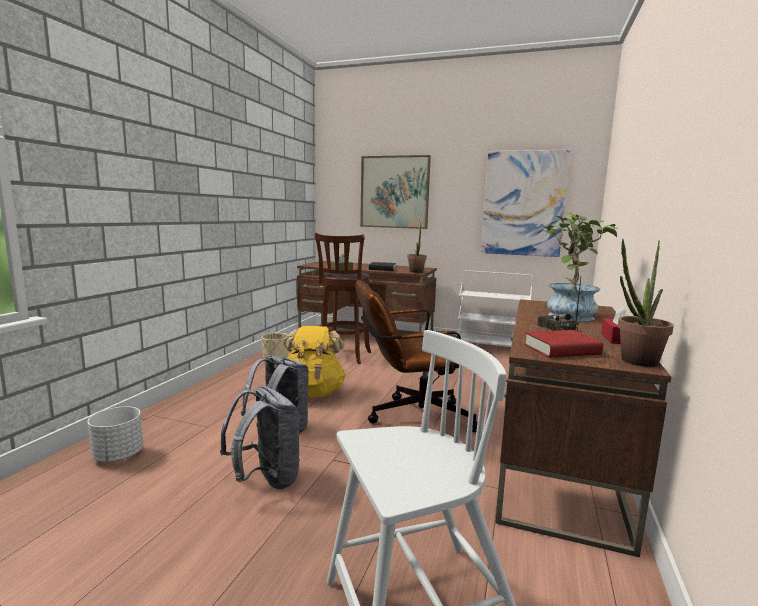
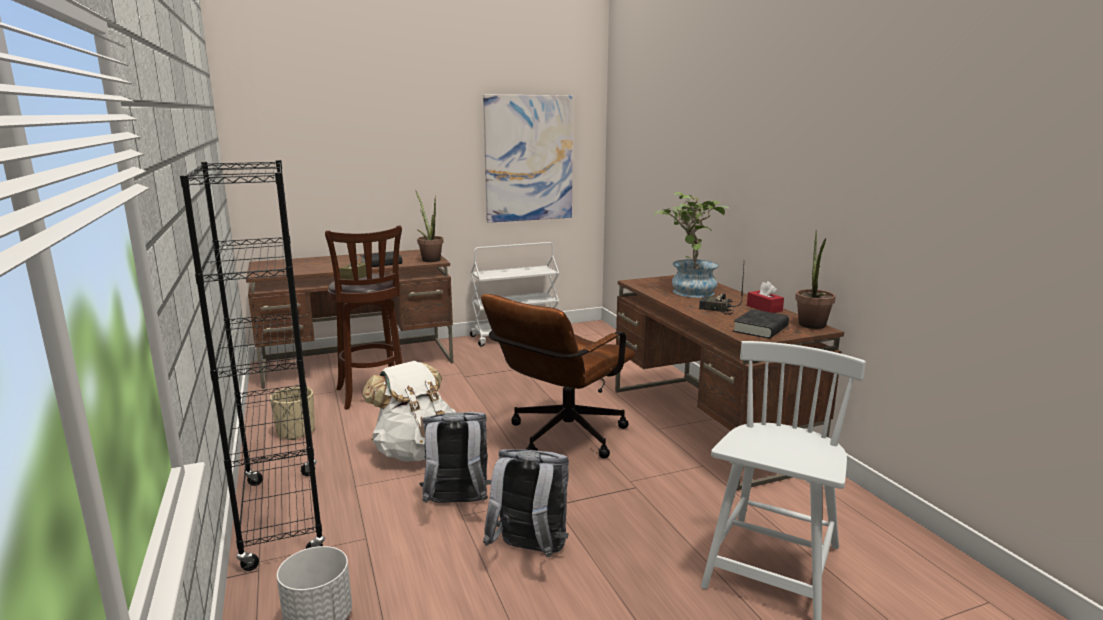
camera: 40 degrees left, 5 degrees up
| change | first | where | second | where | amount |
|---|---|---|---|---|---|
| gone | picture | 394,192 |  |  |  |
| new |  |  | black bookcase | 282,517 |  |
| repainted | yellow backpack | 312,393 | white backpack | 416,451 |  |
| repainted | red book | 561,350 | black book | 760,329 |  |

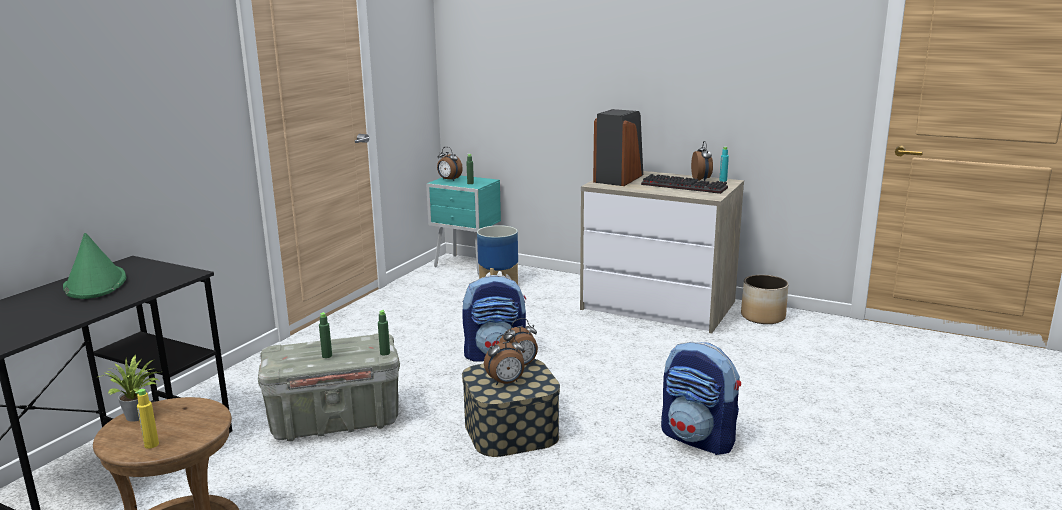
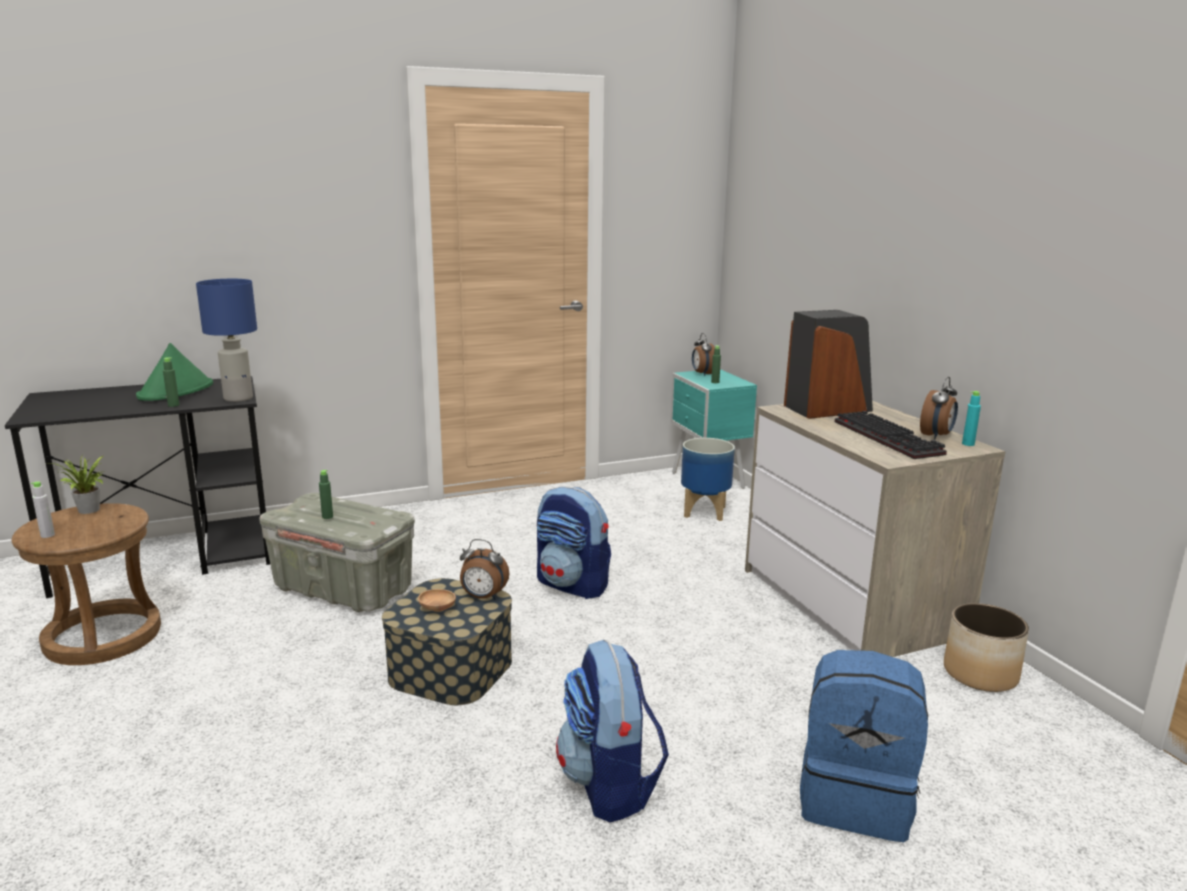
camera: 40 degrees right, 0 degrees up
| change | first | where | second | where | amount |
|---|---|---|---|---|---|
| new |  |  | blue table lamp | 239,398 |  |
| new |  |  | blue backpack | 856,798 |  |
| shifted | green bottle | 385,353 |  | 173,405 |  |
| swapped | alarm clock | 506,383 | brown bowl | 437,609 |  |
| repainted | yellow bottle | 151,445 | grey bottle | 47,535 |  |

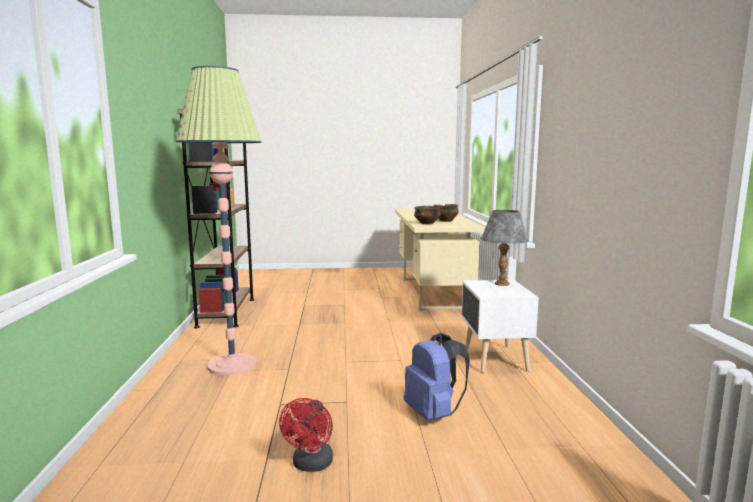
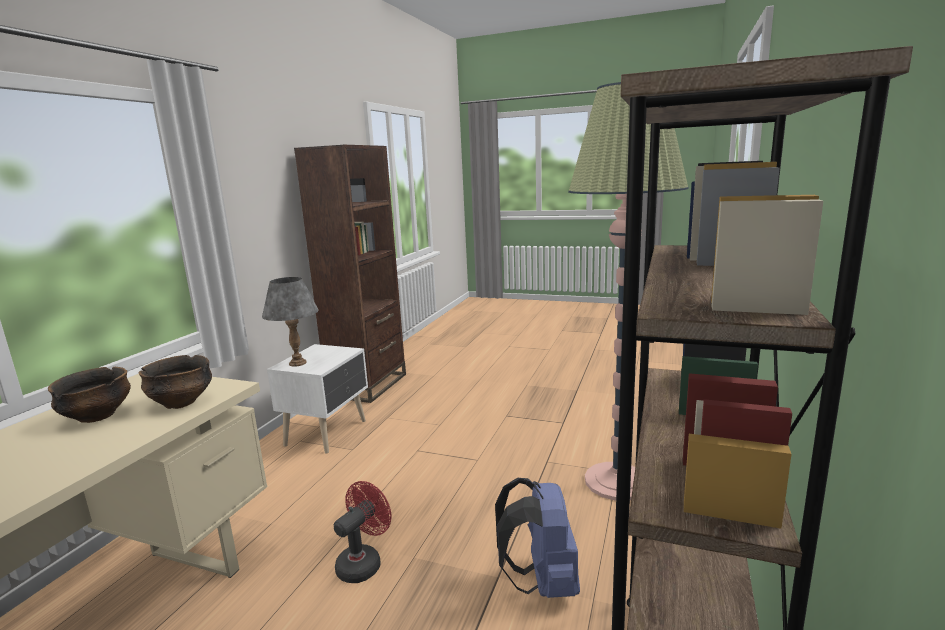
camera: 155 degrees left, 5 degrees up
| change | first | where | second | where | amount |
|---|---|---|---|---|---|
| new |  |  | brown bookcase | 368,385 |  |
| shifted | red fan | 311,465 |  | 363,562 |  |
| shifted | blue backpack | 434,414 |  | 542,582 |  |

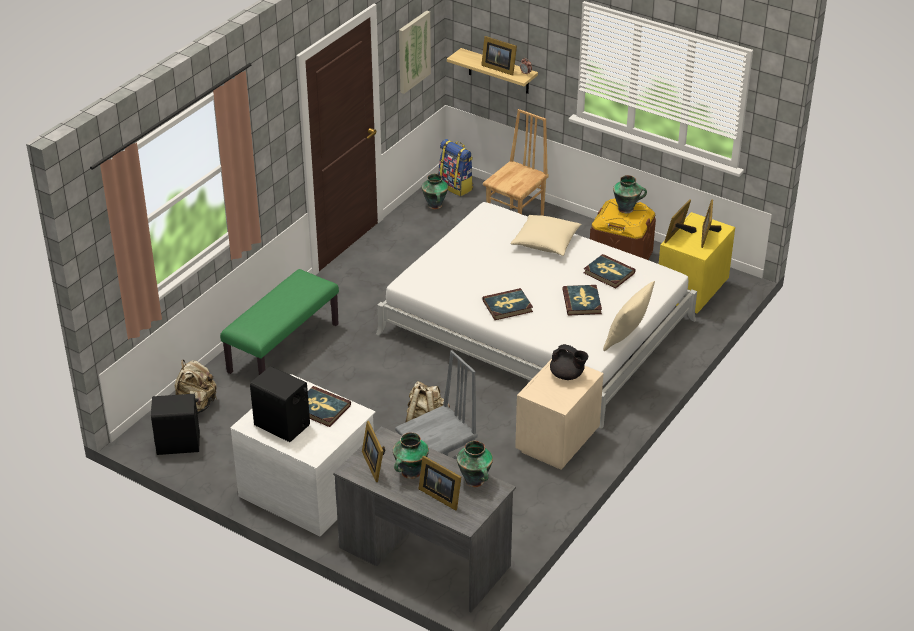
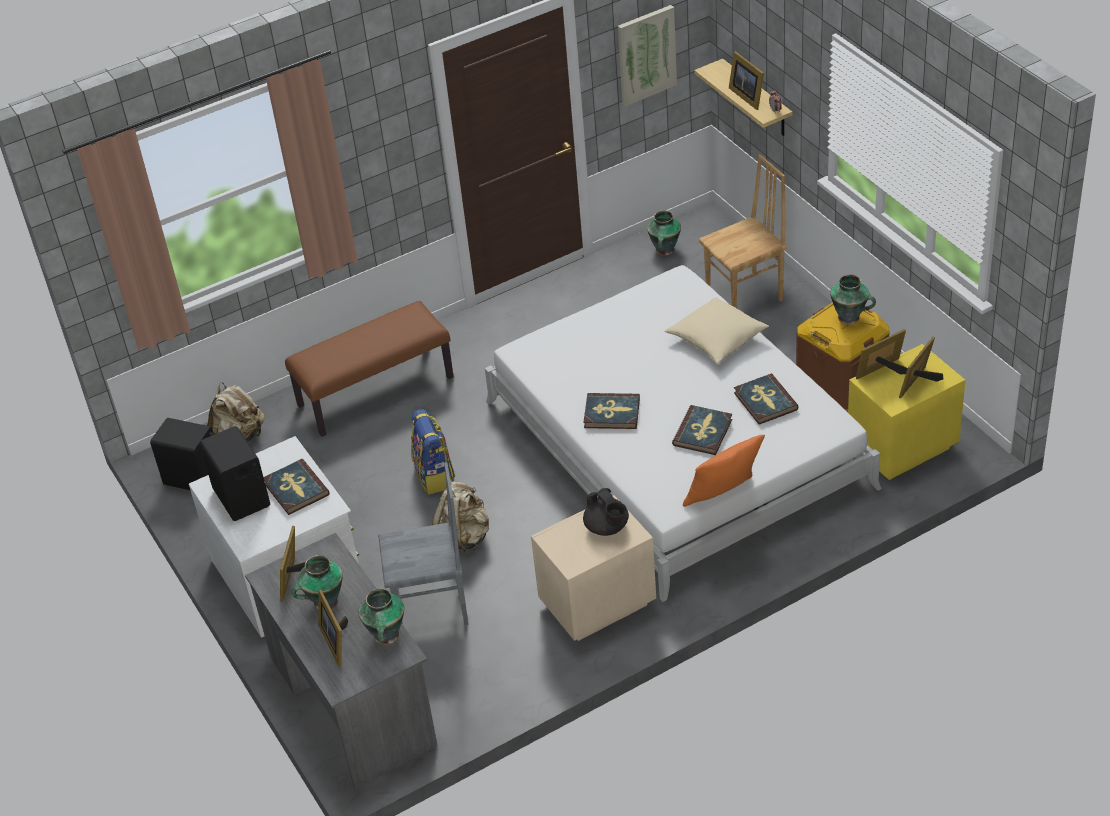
camera: 30 degrees right, 5 degrees up
| change | first | where | second | where | amount |
|---|---|---|---|---|---|
| shifted | backpack | 456,186 |  | 435,476 |  |
| repainted | green bench | 283,348 | brown bench | 375,391 |  |
| repainted | beige pillow | 627,339 | orange pillow | 724,498 |  |

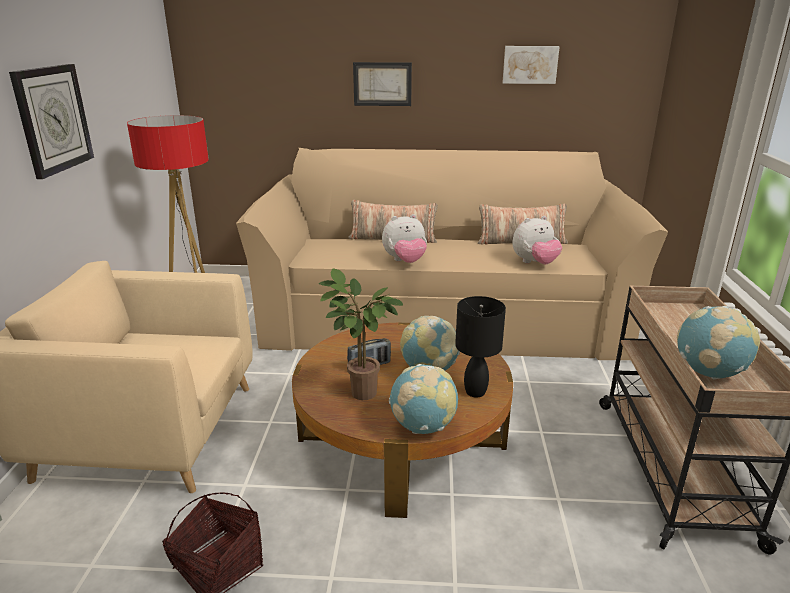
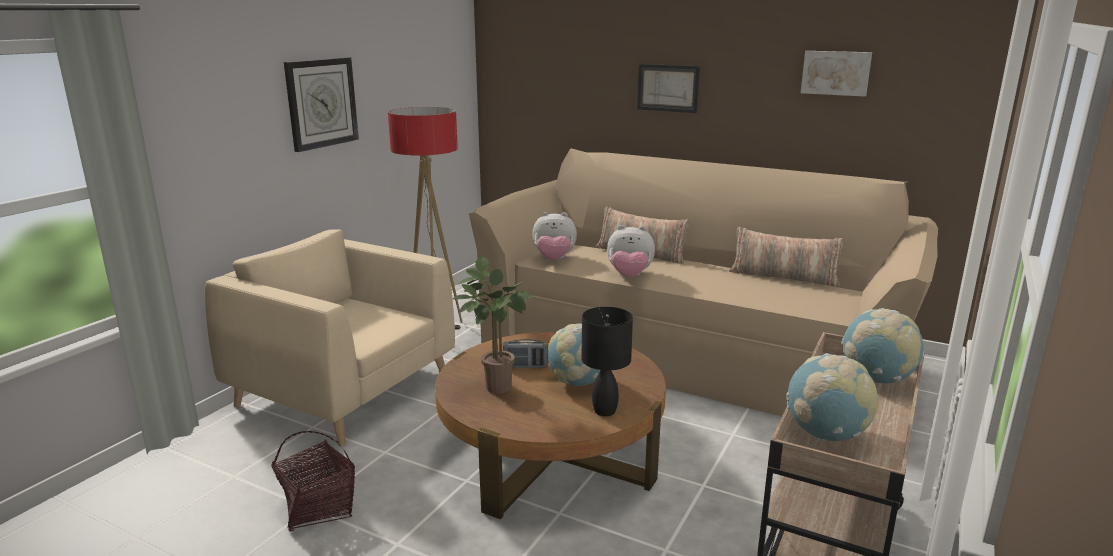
camera: 25 degrees right, 5 degrees down
| change | first | where | second | where | amount |
|---|---|---|---|---|---|
| shifted | globe | 423,427 |  | 876,379 |  |
| shifted | plush toy | 534,263 |  | 554,259 |  |

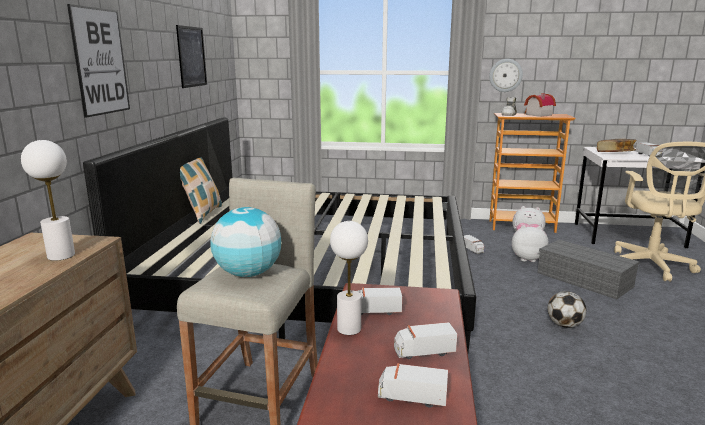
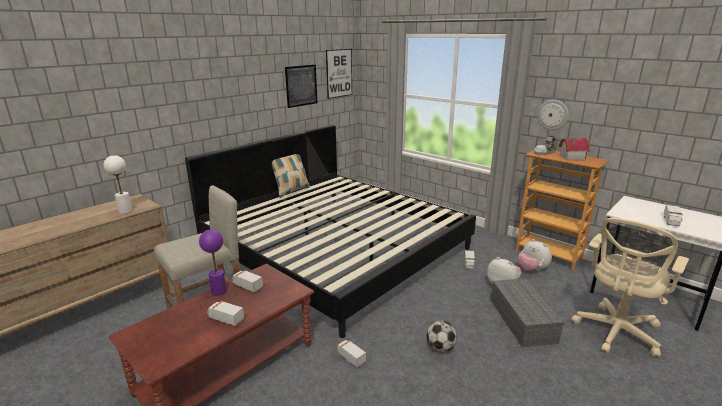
camera: 35 degrees right, 5 degrees up
| change | first | where | second | where | amount |
|---|---|---|---|---|---|
| gone | globe | 248,274 |  |  |  |
| gone | book | 615,153 |  |  |  |
| shifted | picture | 100,61 |  | 339,73 |  |
| shifted | toy truck | 411,397 |  | 350,357 |  |
| repainted | white table lamp | 349,329 | purple table lamp | 218,291 |  |

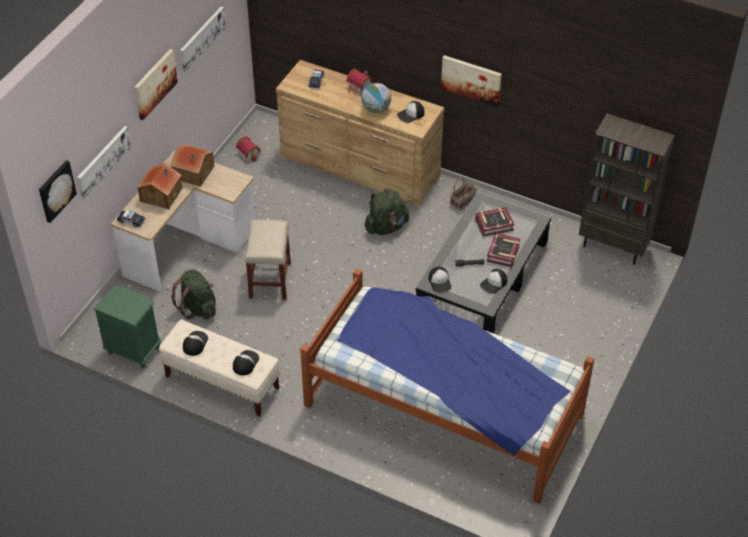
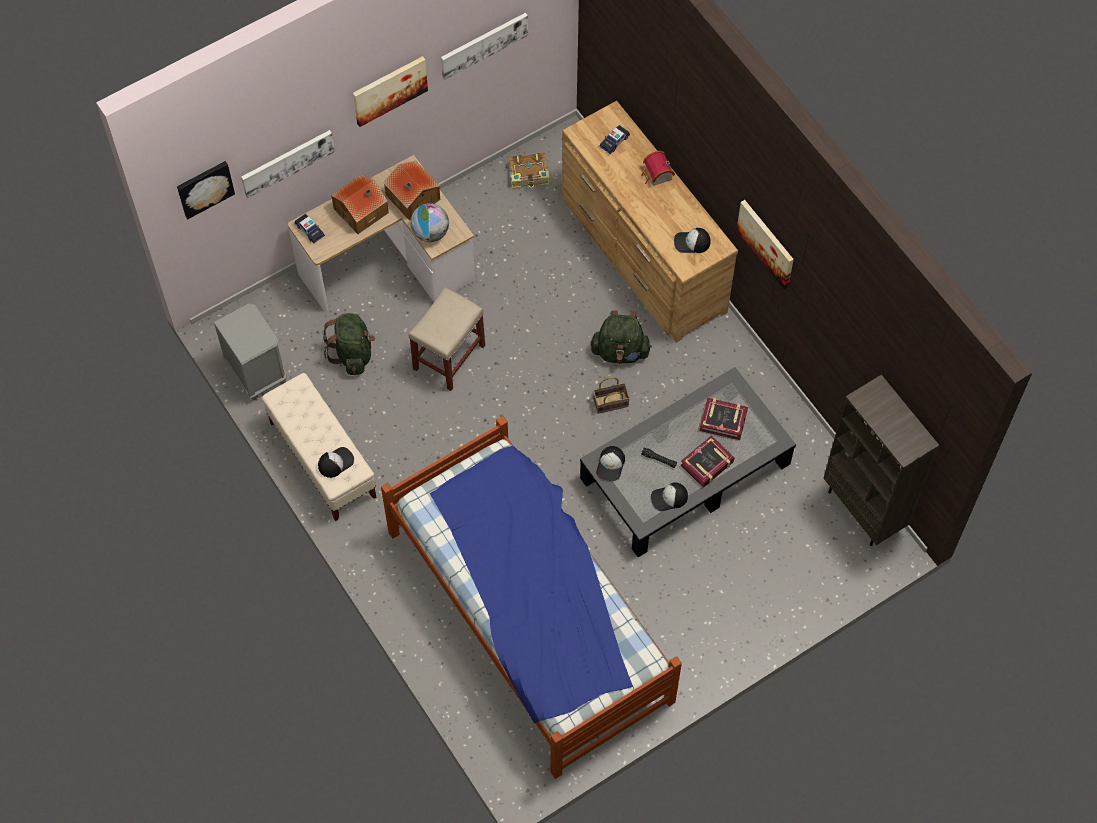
camera: 30 degrees right, 15 degrees up
| change | first | where | second | where | amount |
|---|---|---|---|---|---|
| gone | cap | 195,343 |  |  |  |
| shifted | globe | 376,109 |  | 430,233 |  |
| shifted | basket | 463,201 |  | 611,402 |  |
| swapped | toy house | 249,154 | book | 529,175 |  |
| repainted | green nightstand | 133,350 | grey nightstand | 257,373 |  |

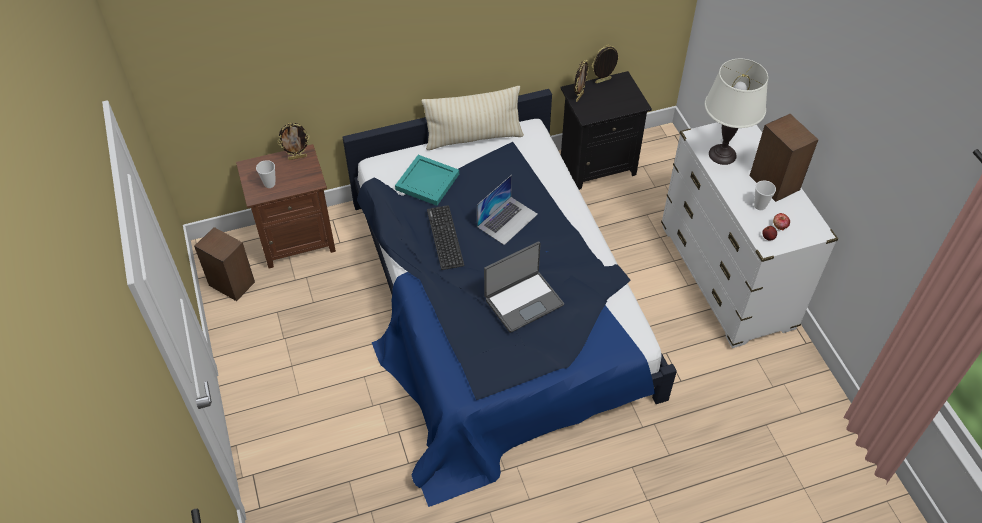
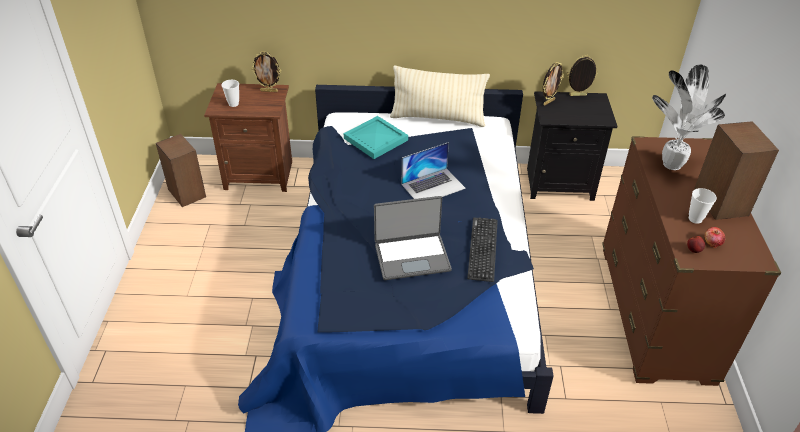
camera: 20 degrees right, 10 degrees down
| change | first | where | second | where | amount |
|---|---|---|---|---|---|
| shifted | keyboard | 445,237 |  | 482,249 |  |
| swapped | white table lamp | 722,154 | potted plant | 670,165 |  |
| repainted | white dresser | 726,277 | brown dresser | 655,313 |  |

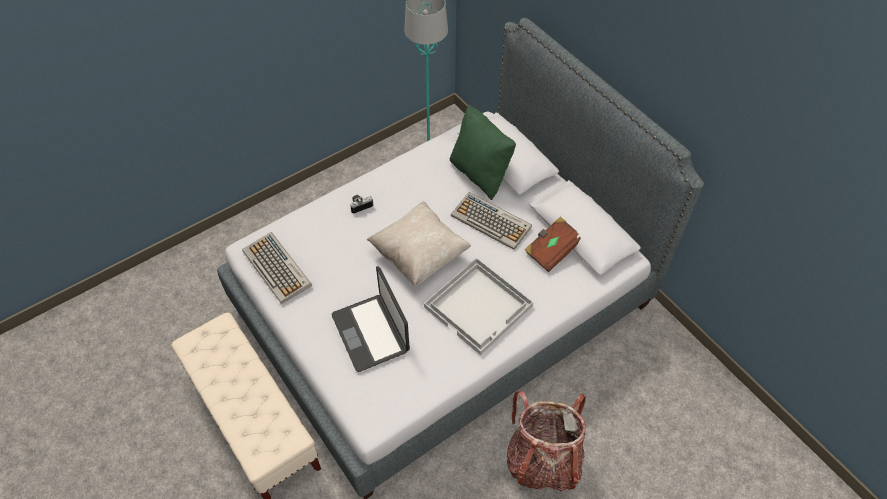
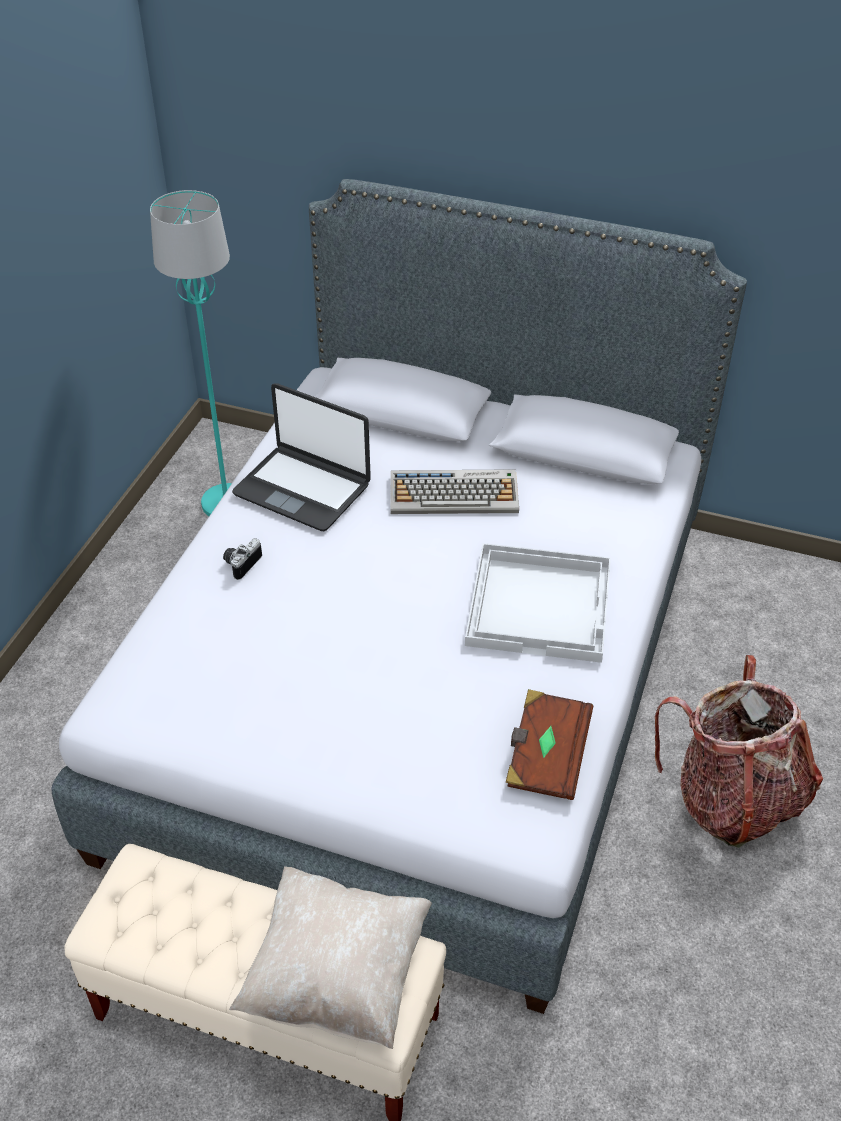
camera: 35 degrees left, 10 degrees down
| change | first | where | second | where | amount |
|---|---|---|---|---|---|
| gone | keyboard | 277,268 |  |  |  |
| gone | green pillow | 480,173 |  |  |  |
| shifted | laptop | 371,332 |  | 303,489 |  |
| shifted | beige pillow | 419,255 |  | 337,976 |  |
| shifted | brown book | 552,250 |  | 546,758 |  |

